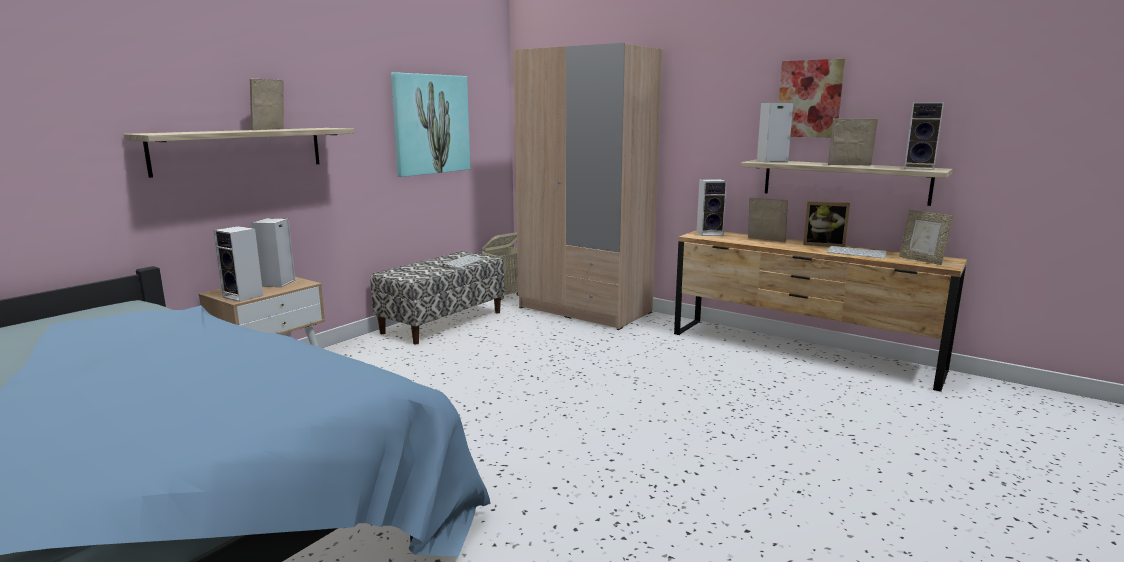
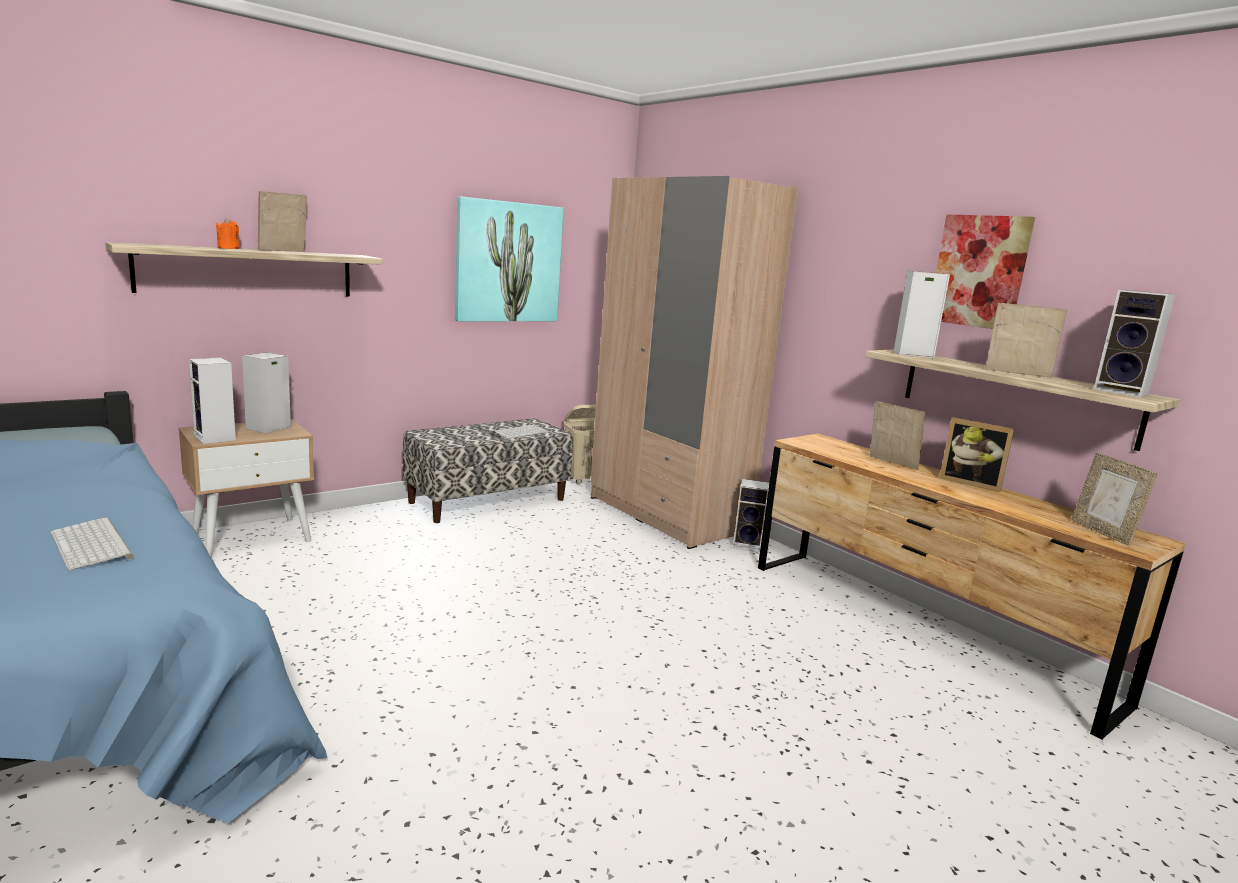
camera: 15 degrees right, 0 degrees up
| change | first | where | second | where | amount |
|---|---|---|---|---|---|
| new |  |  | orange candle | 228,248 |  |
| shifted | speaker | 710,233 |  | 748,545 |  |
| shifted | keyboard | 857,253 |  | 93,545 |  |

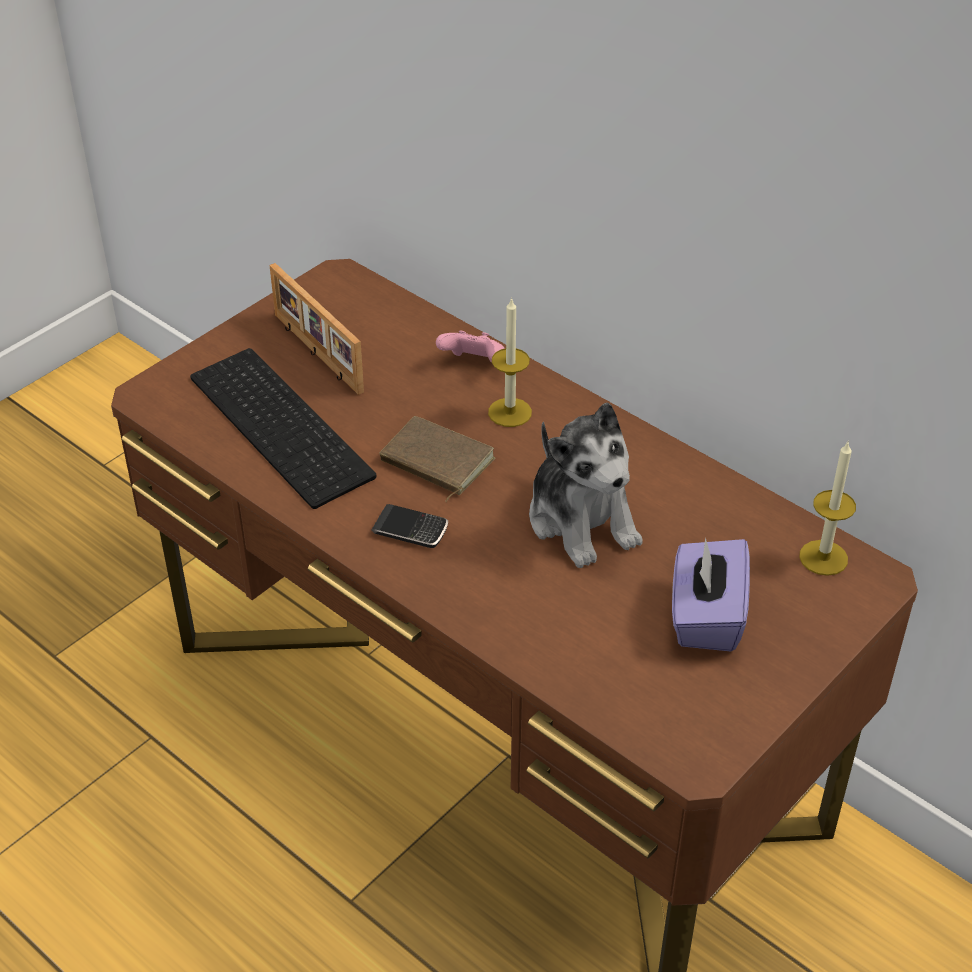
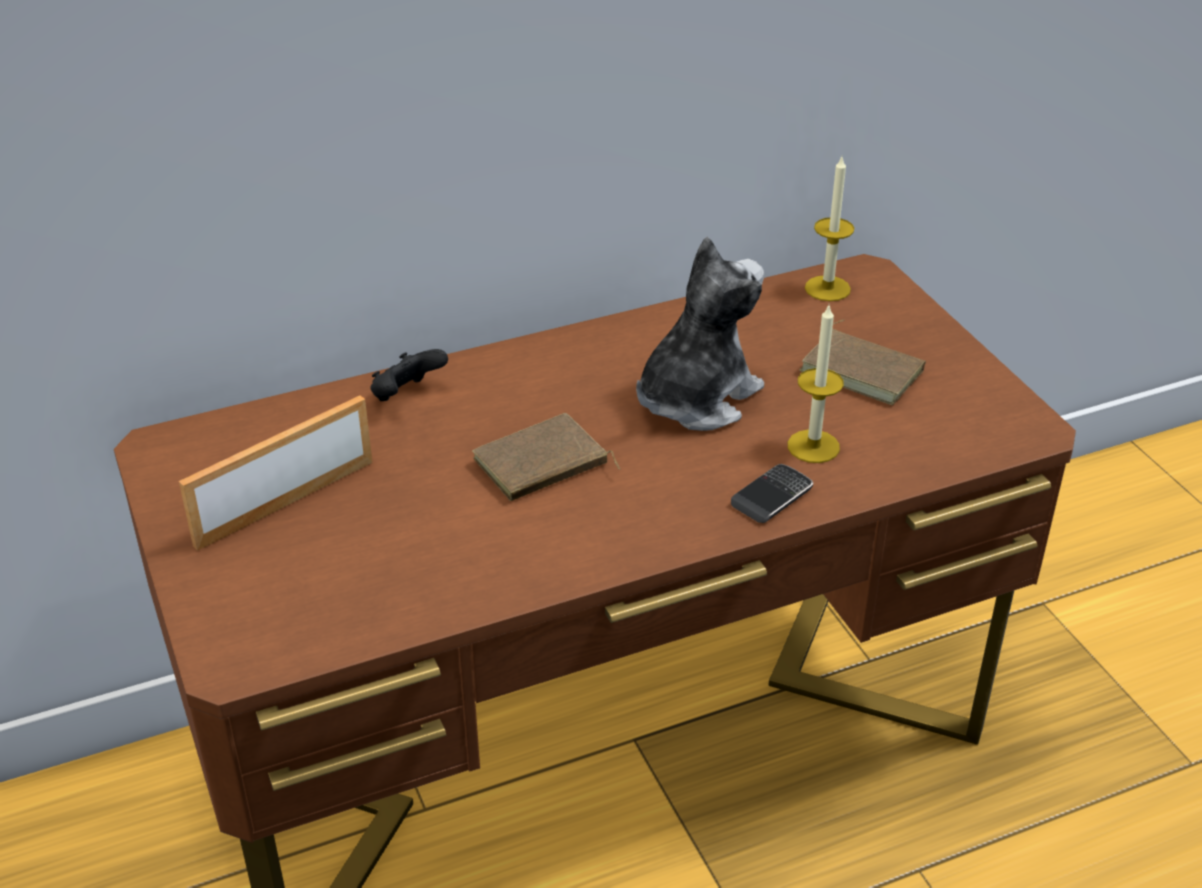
camera: 65 degrees left, 5 degrees down
| change | first | where | second | where | amount |
|---|---|---|---|---|---|
| gone | keyboard | 285,426 |  |  |  |
| shifted | phone | 410,530 |  | 772,497 |  |
| shifted | candle | 510,412 |  | 813,446 |  |
| swapped | purple tissue box | 705,617 | brown book | 864,370 |  |
| repainted | pink game controller | 473,364 | black game controller | 407,395 |  |
| rotated | picture frame | 316,353 |  | 283,501 | 150 degrees clockwise |
| rotated | plush toy | 582,520 |  | 695,398 | 45 degrees counterclockwise |

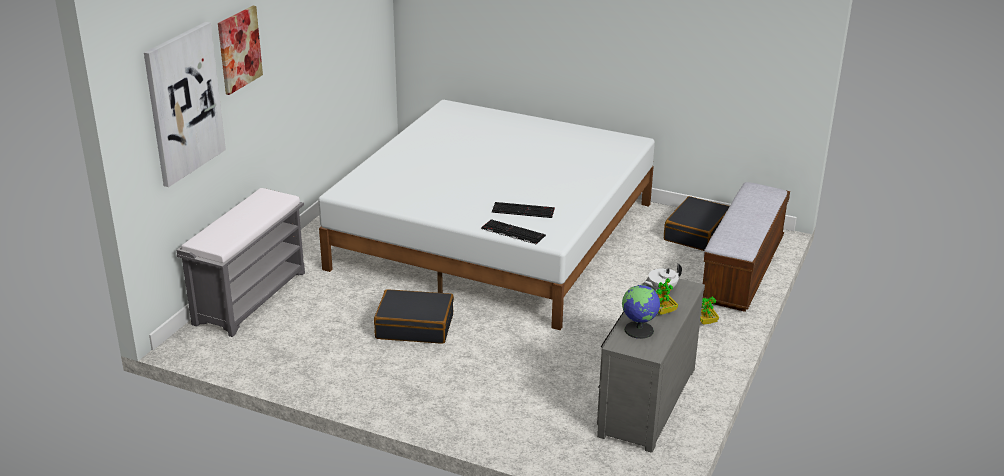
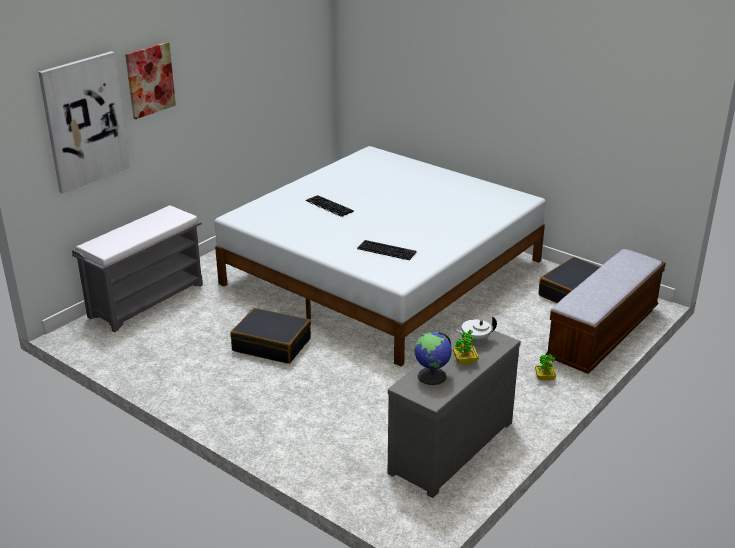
camera: 15 degrees right, 0 degrees up
| change | first | where | second | where | amount |
|---|---|---|---|---|---|
| shifted | keyboard | 512,232 |  | 328,206 |  |

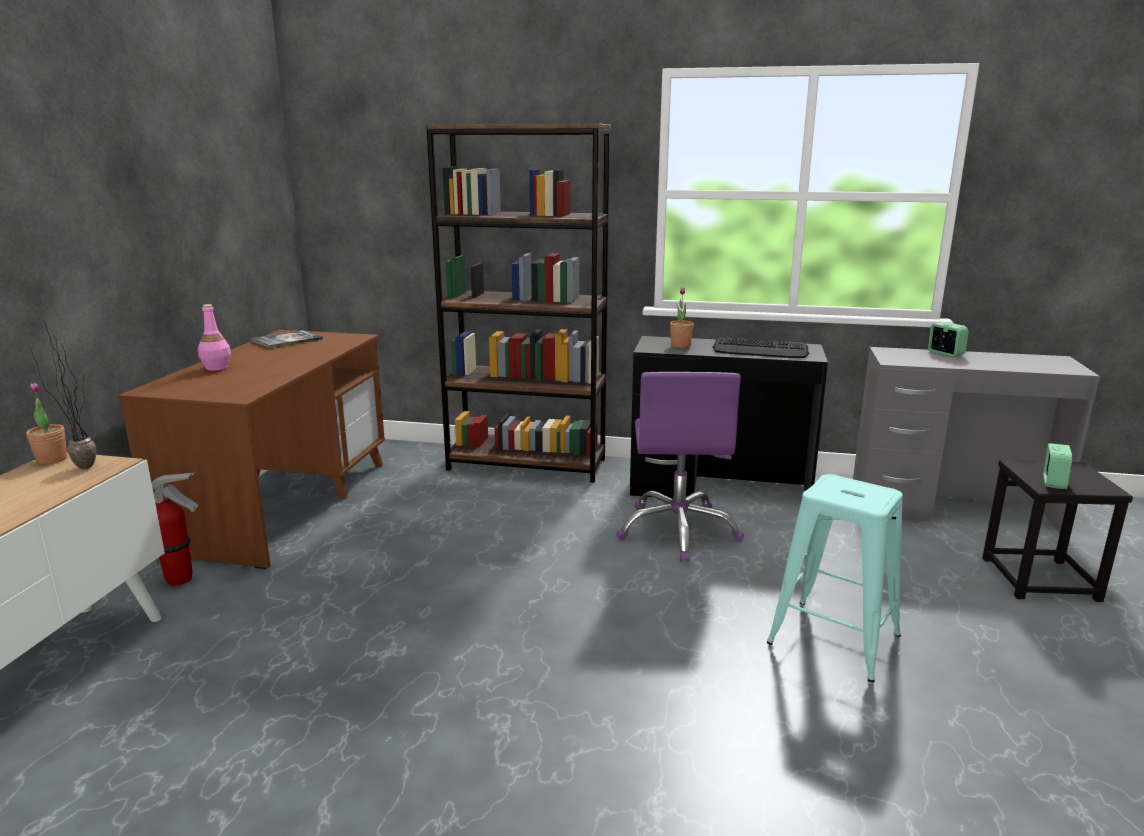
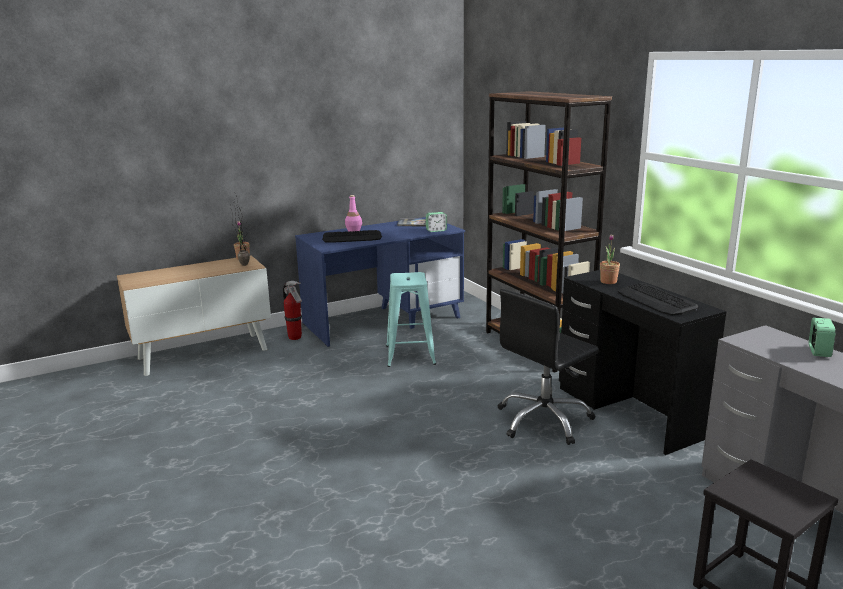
camera: 50 degrees right, 0 degrees up
| change | first | where | second | where | amount |
|---|---|---|---|---|---|
| new |  |  | keyboard | 352,238 |  |
| shifted | turquoise stool | 834,639 |  | 410,355 |  |
| shifted | alarm clock | 1053,482 |  | 436,230 |  |
| repainted | brown desk | 283,503 | blue desk | 384,320 |  |
| repainted | purple office chair | 678,531 | black office chair | 544,420 |  |

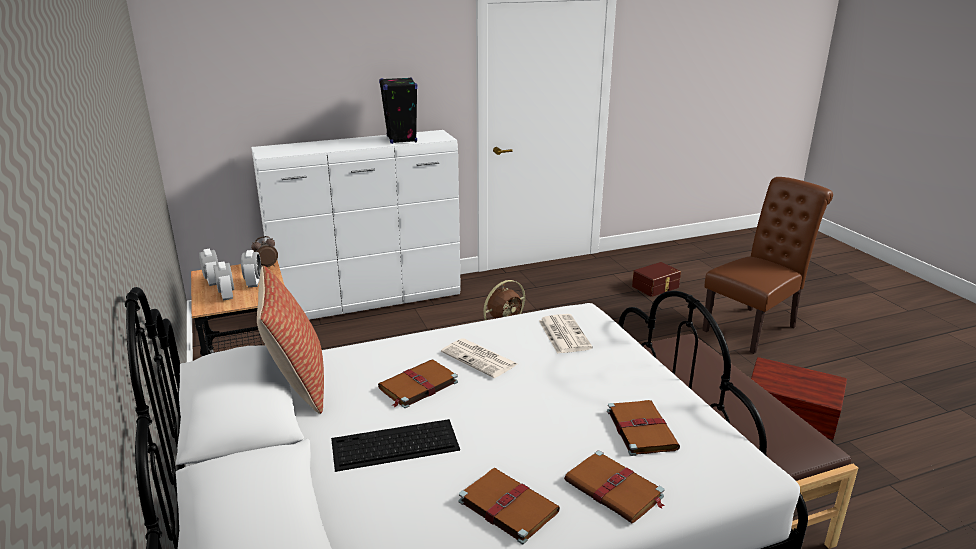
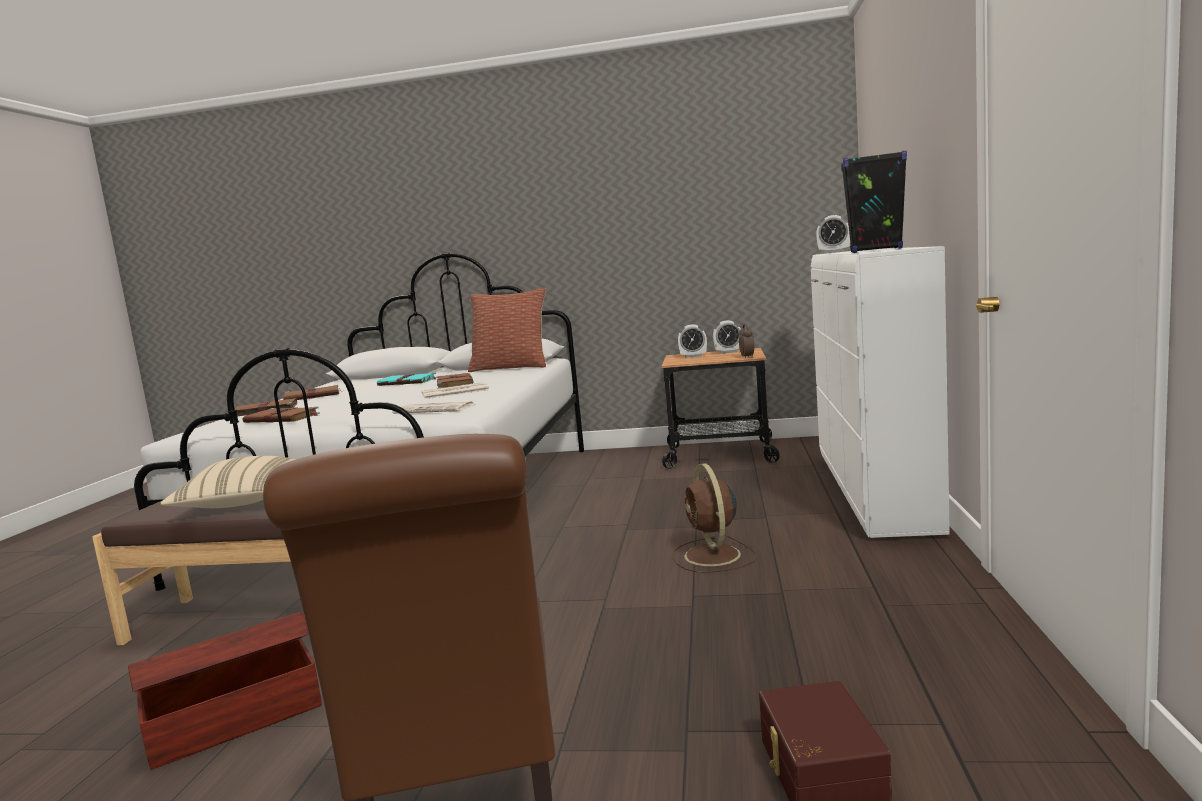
camera: 120 degrees right, 15 degrees down
| change | first | where | second | where | amount |
|---|---|---|---|---|---|
| new |  |  | beige pillow | 241,503 |  |
| shifted | alarm clock | 254,283 |  | 834,252 |  |
| swapped | keyboard | 393,445 | turquoise book | 408,382 |  |

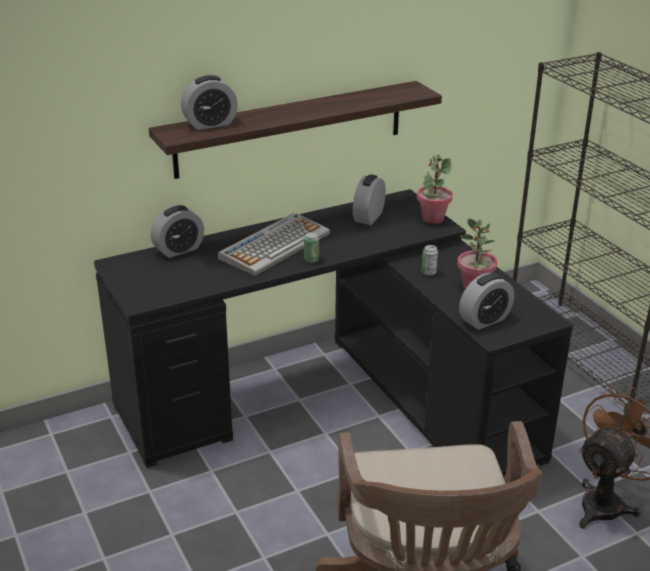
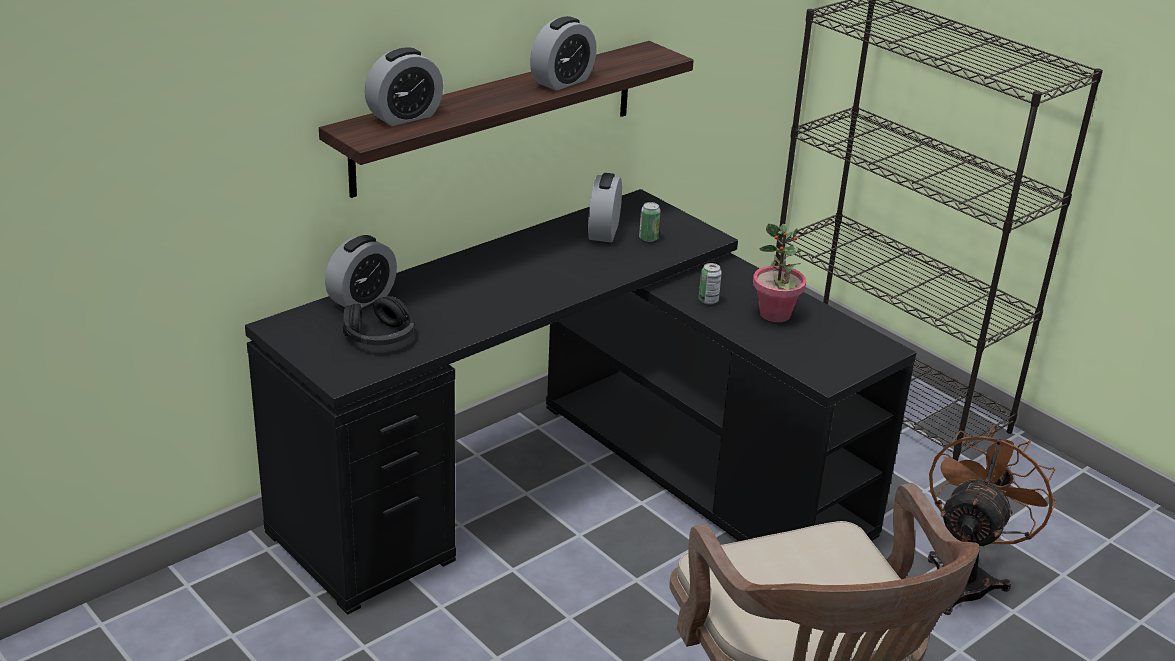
camera: 15 degrees left, 0 degrees up
| change | first | where | second | where | amount |
|---|---|---|---|---|---|
| gone | keyboard | 275,245 |  |  |  |
| gone | potted plant | 432,218 |  |  |  |
| new |  |  | black headphones | 379,337 |  |
| shifted | can | 311,260 |  | 648,238 |  |
| shifted | alarm clock | 484,320 |  | 562,81 |  |

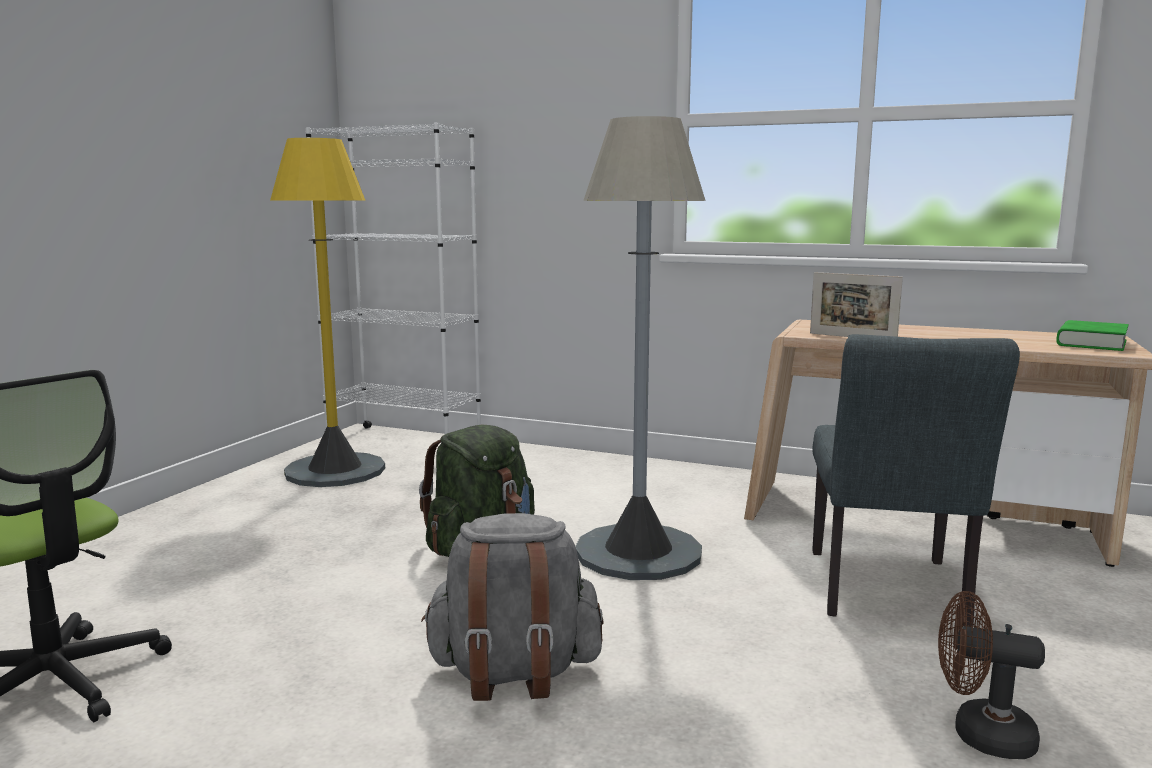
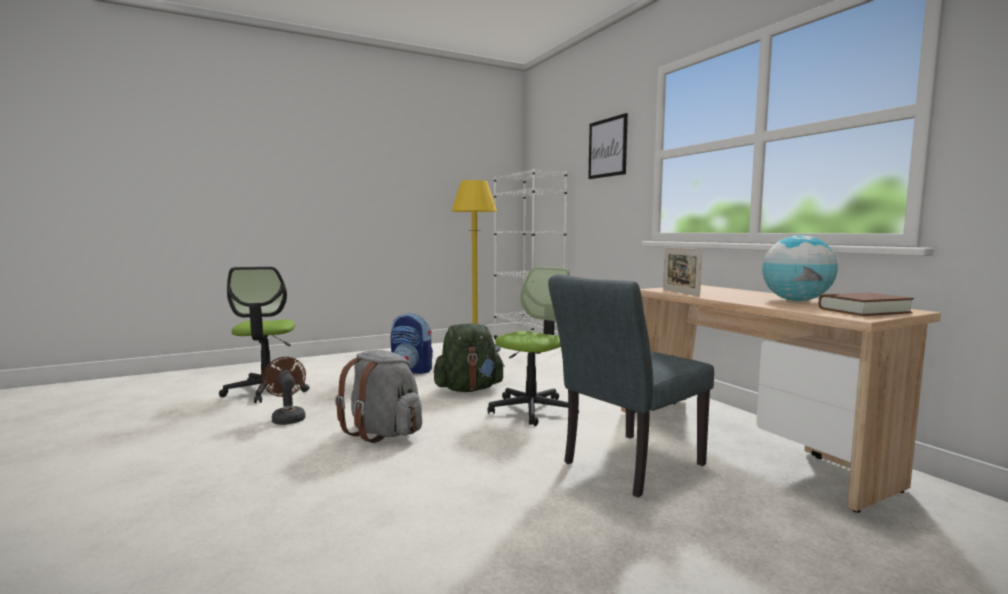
camera: 40 degrees right, 5 degrees down
| change | first | where | second | where | amount |
|---|---|---|---|---|---|
| new |  |  | backpack | 412,370 |  |
| new |  |  | picture | 607,148 |  |
| new |  |  | globe | 796,300 |  |
| shifted | brown fan | 980,734 |  | 287,418 |  |
| swapped | grey floor lamp | 638,552 | office chair | 532,409 |  |
| repainted | green book | 1091,343 | brown book | 863,311 |  |

